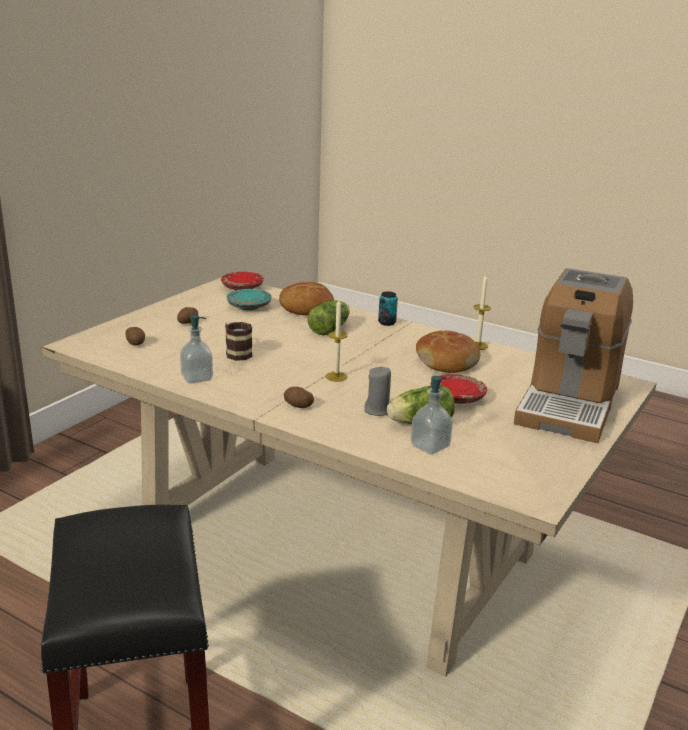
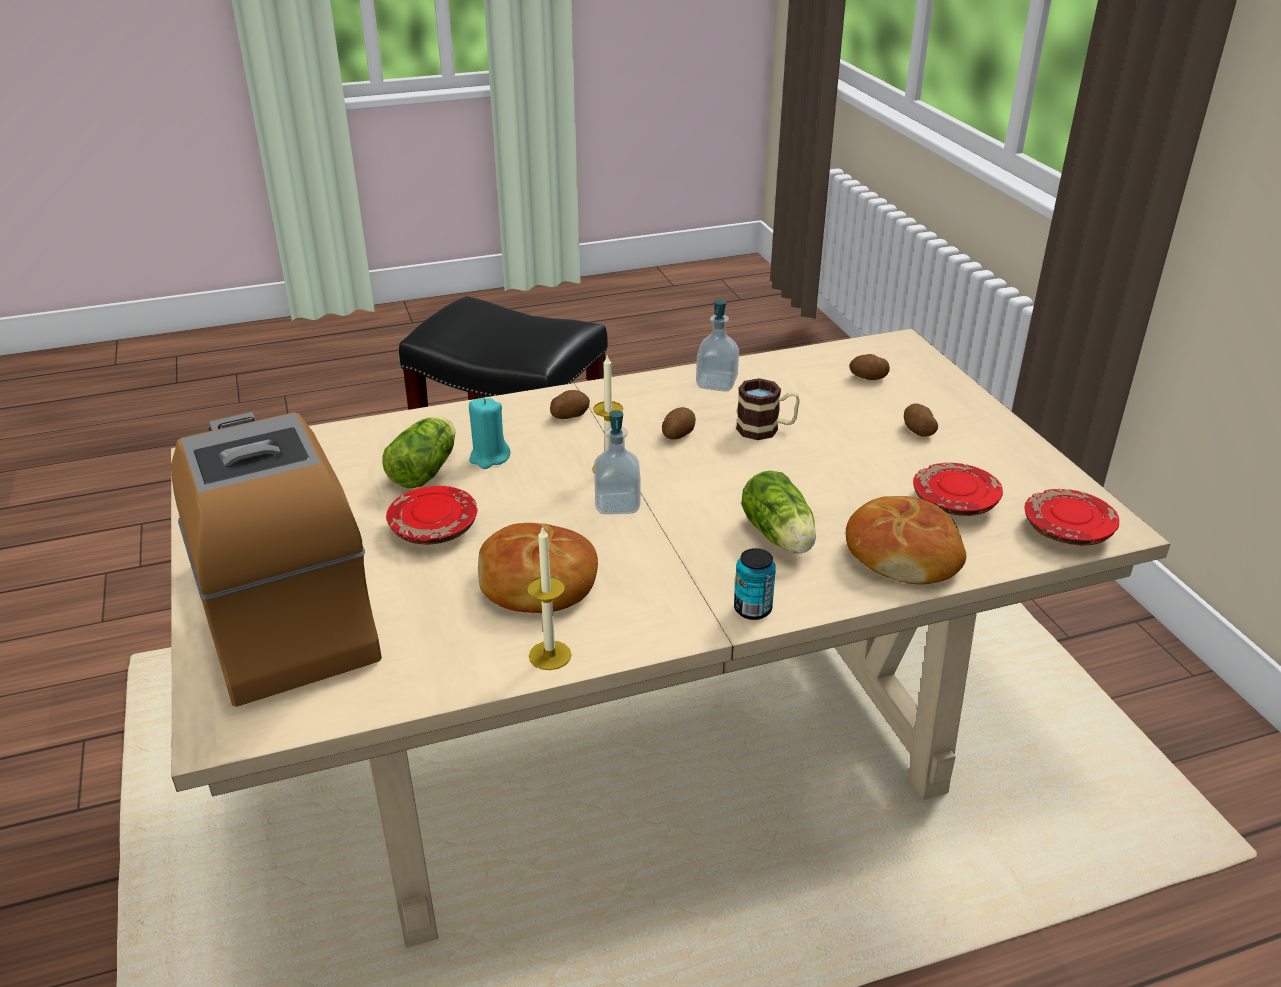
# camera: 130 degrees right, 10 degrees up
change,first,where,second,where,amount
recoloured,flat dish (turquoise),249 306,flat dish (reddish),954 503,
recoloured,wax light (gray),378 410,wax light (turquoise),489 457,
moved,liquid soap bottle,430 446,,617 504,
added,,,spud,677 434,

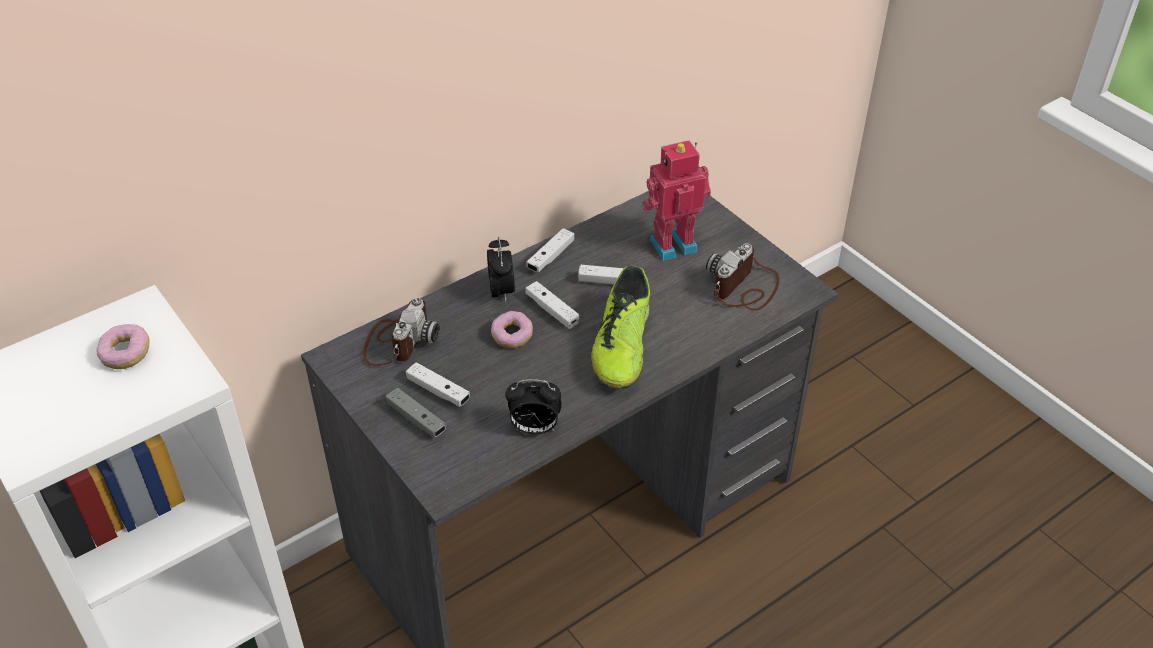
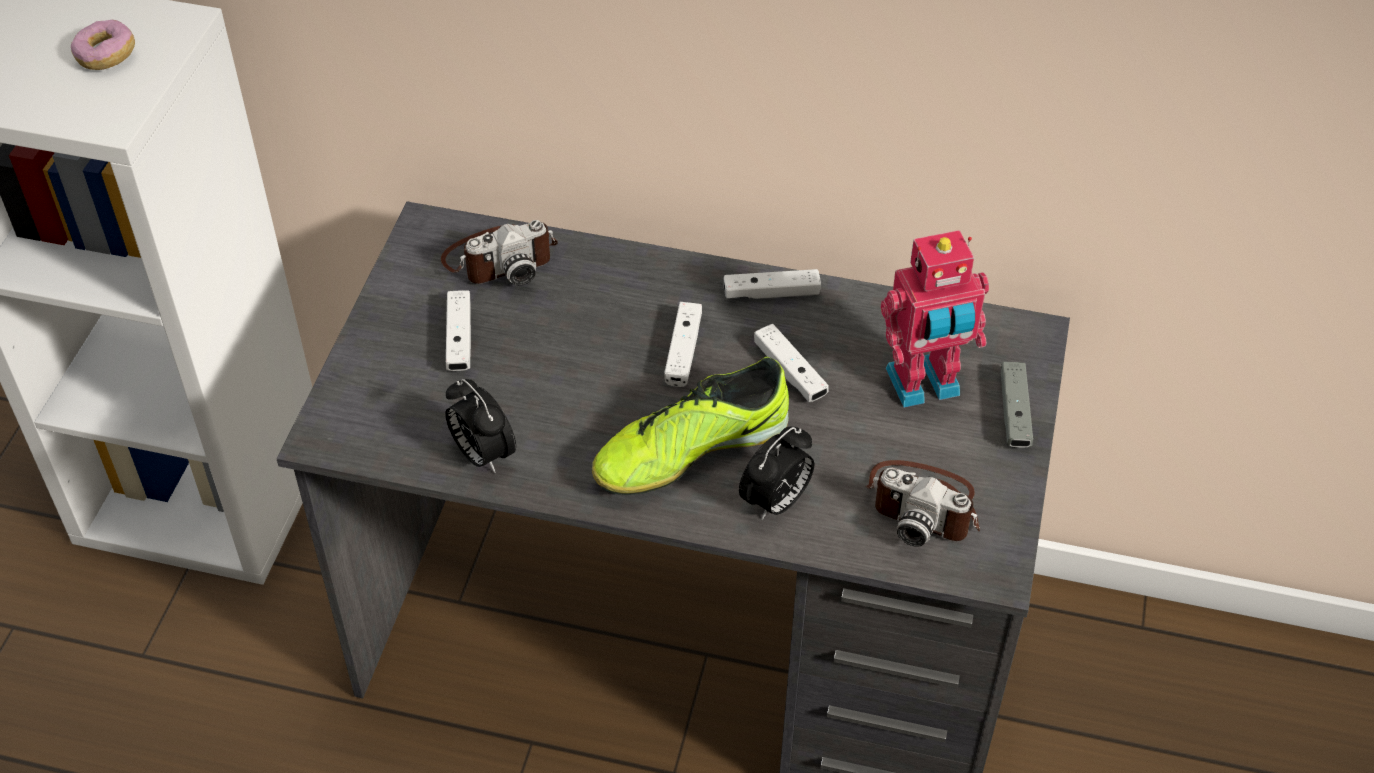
# camera: 50 degrees right, 5 degrees up
change,first,where,second,where,amount
turned,model robot,672 243,,924 386,135 degrees clockwise
moved,bedside clock,502 292,,776 502,
turned,still camera,744 288,,924 505,150 degrees counterclockwise
removed,doughnut,512 336,,,
moved,game controller (gray),416 419,,1014 413,

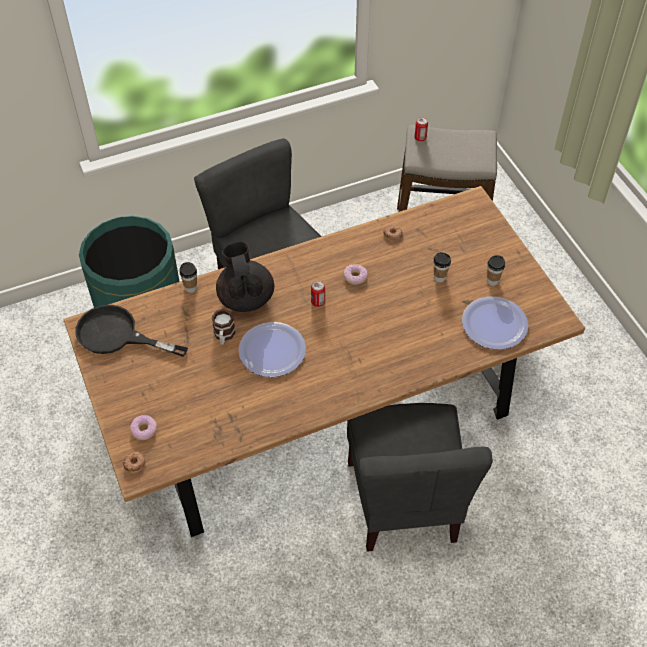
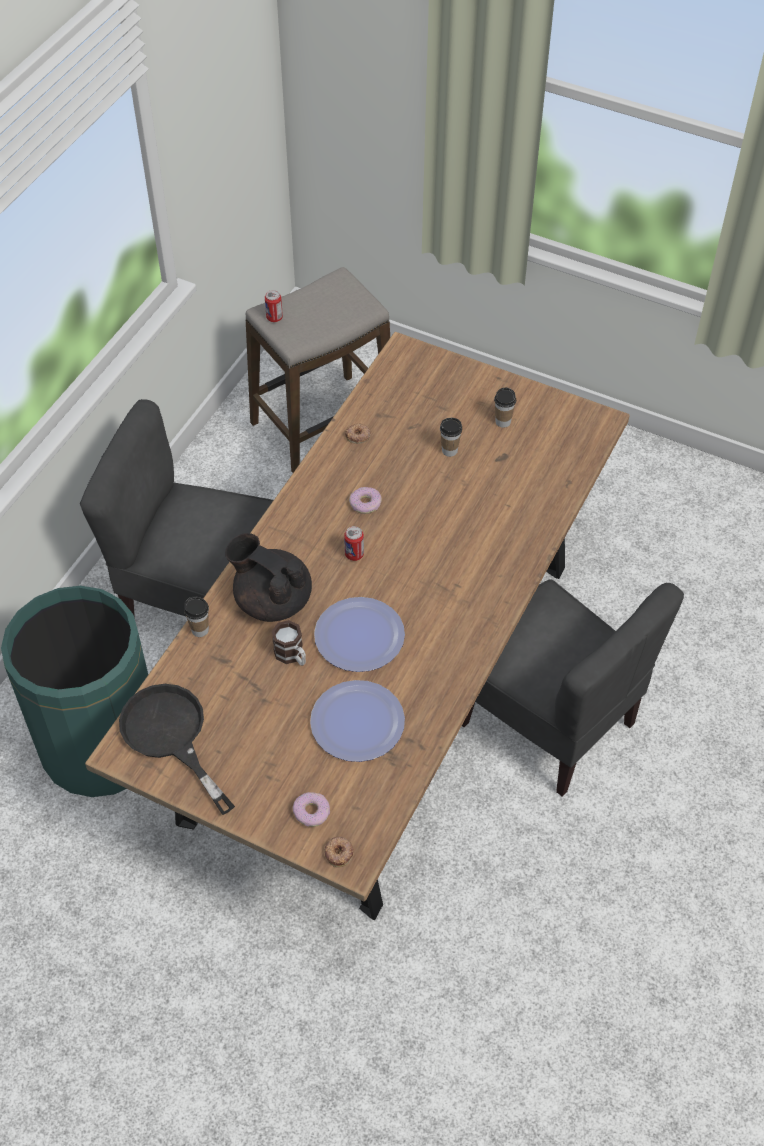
# camera: 40 degrees left, 0 degrees up
change,first,where,second,where,amount
moved,flat dish,494 324,,357 722,
turned,pan (black),117 335,,171 736,75 degrees clockwise

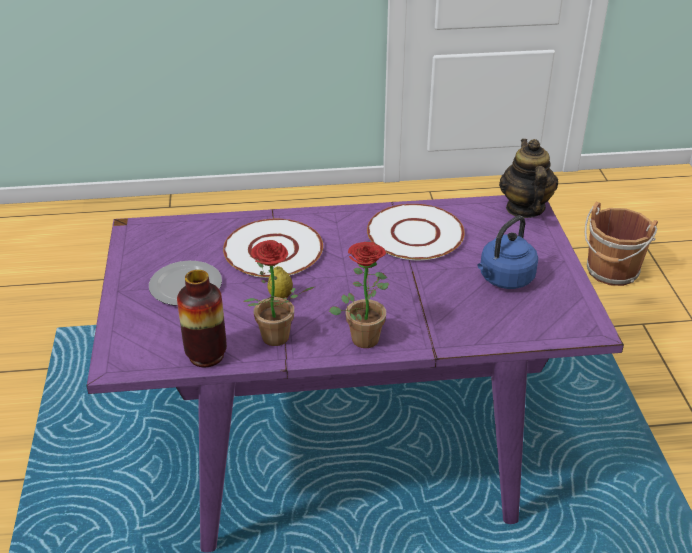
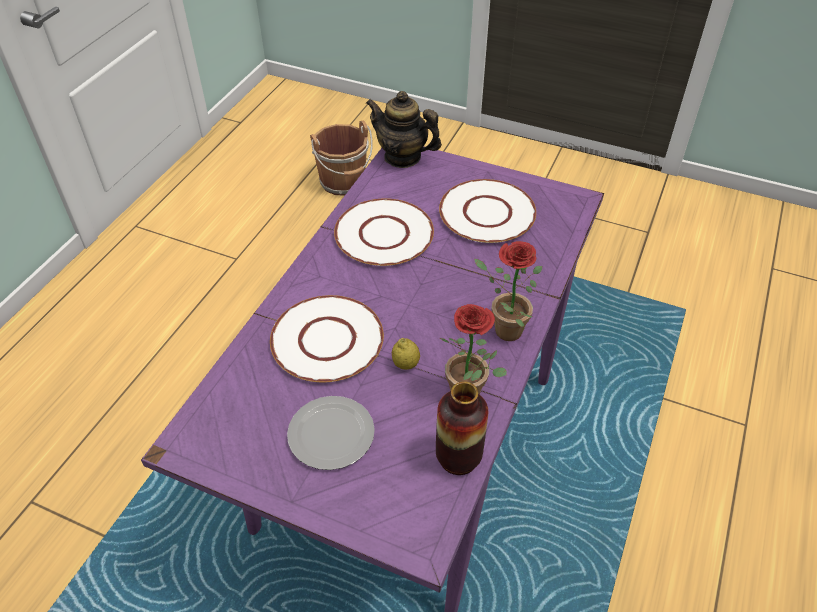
# camera: 60 degrees left, 10 degrees up
change,first,where,second,where,amount
replaced,kettle (blue),504 279,flat dish (whitish),487 213,

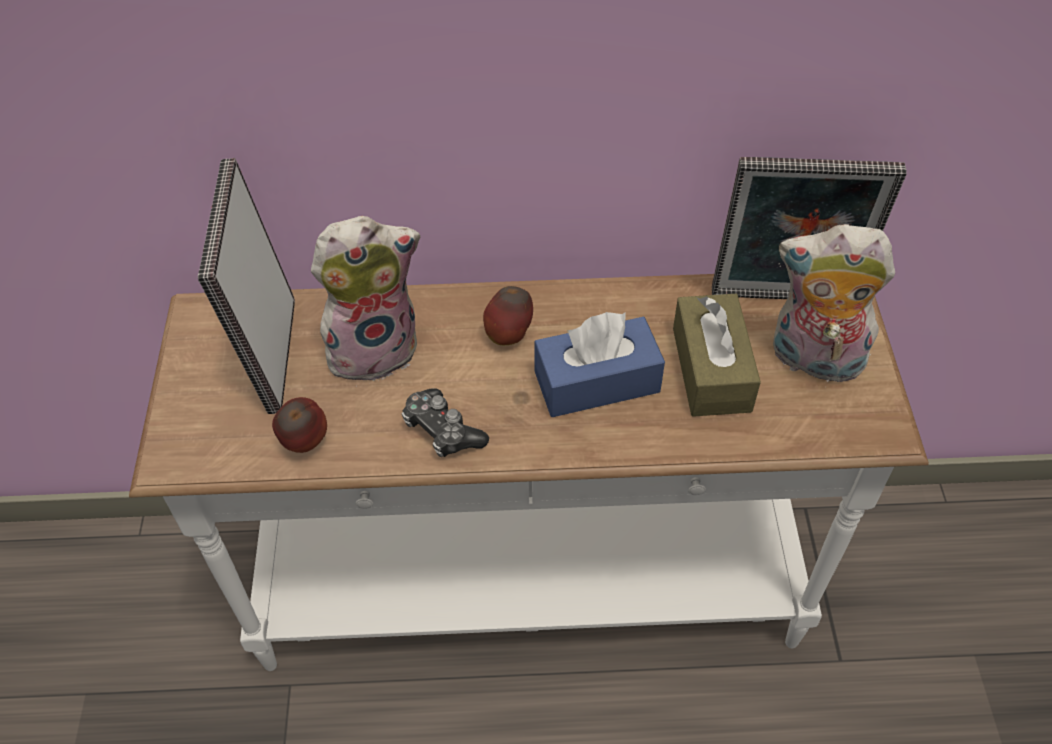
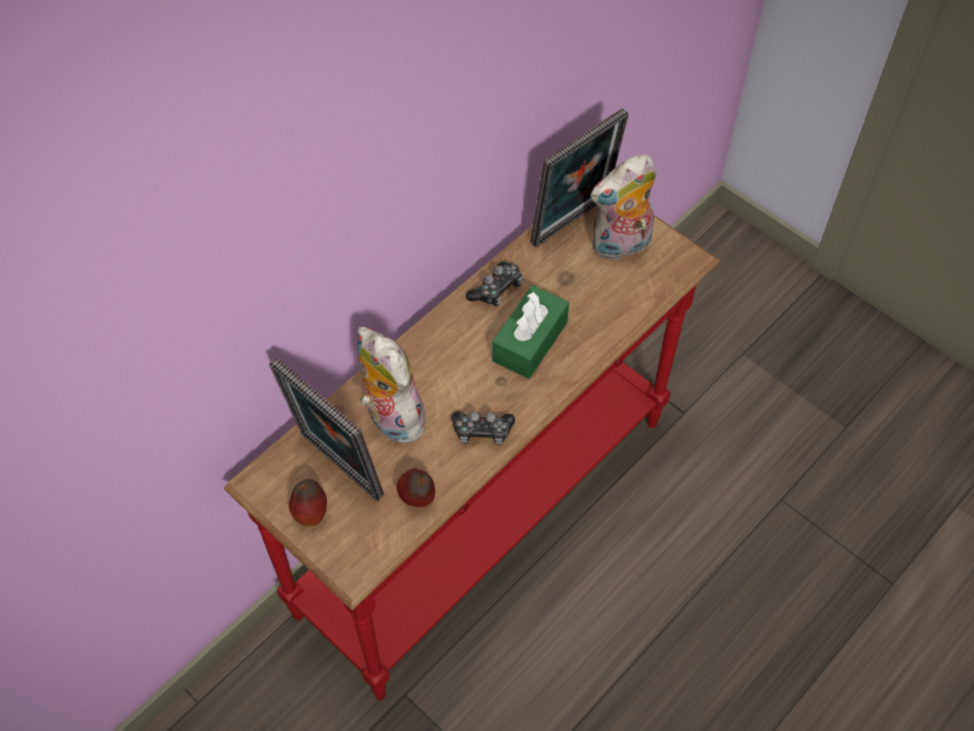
# camera: 45 degrees left, 5 degrees up
change,first,where,second,where,amount
turned,plush toy,374 348,,390 417,60 degrees counterclockwise
recoloured,console table (whitish),529 592,console table (reddish),486 518,
moved,whole apple,509 335,,311 513,
removed,tissue box (brown),711 369,,,
recoloured,tissue box (blue),597 382,tissue box (green-coloured),530 341,
added,,,game controller,496 289,

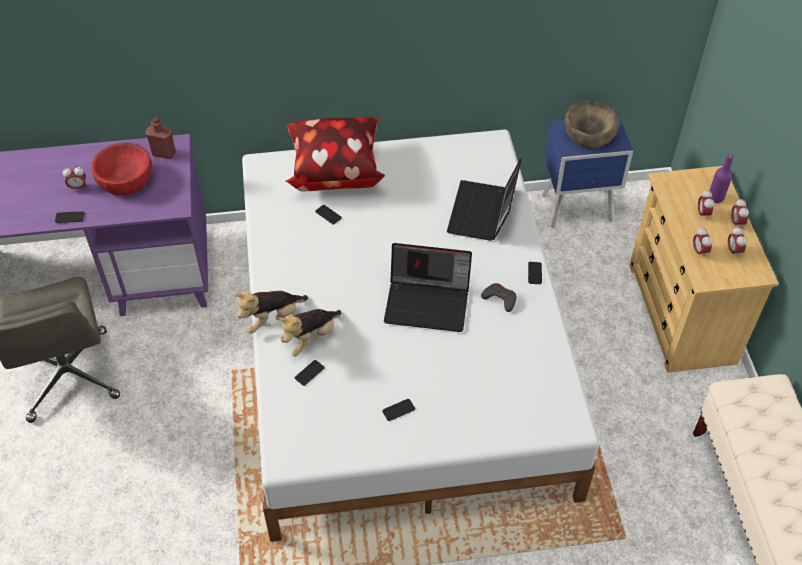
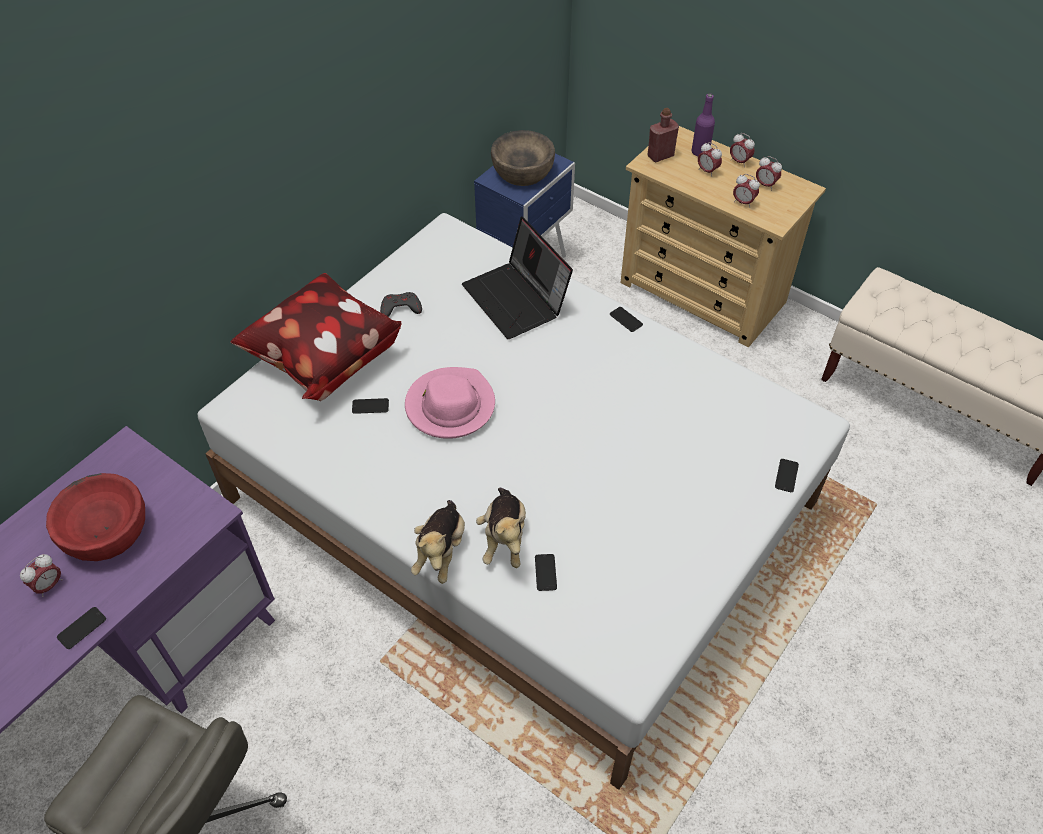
# camera: 45 degrees left, 0 degrees up
change,first,where,second,where,amount
moved,drink bottle (reddish),164 153,,660 156,
removed,notebook computer,428 302,,,
moved,game controller (gray),500 299,,400 308,
moved,handset,398 410,,786 476,
added,,,clothing hat (pinkish),450 406,

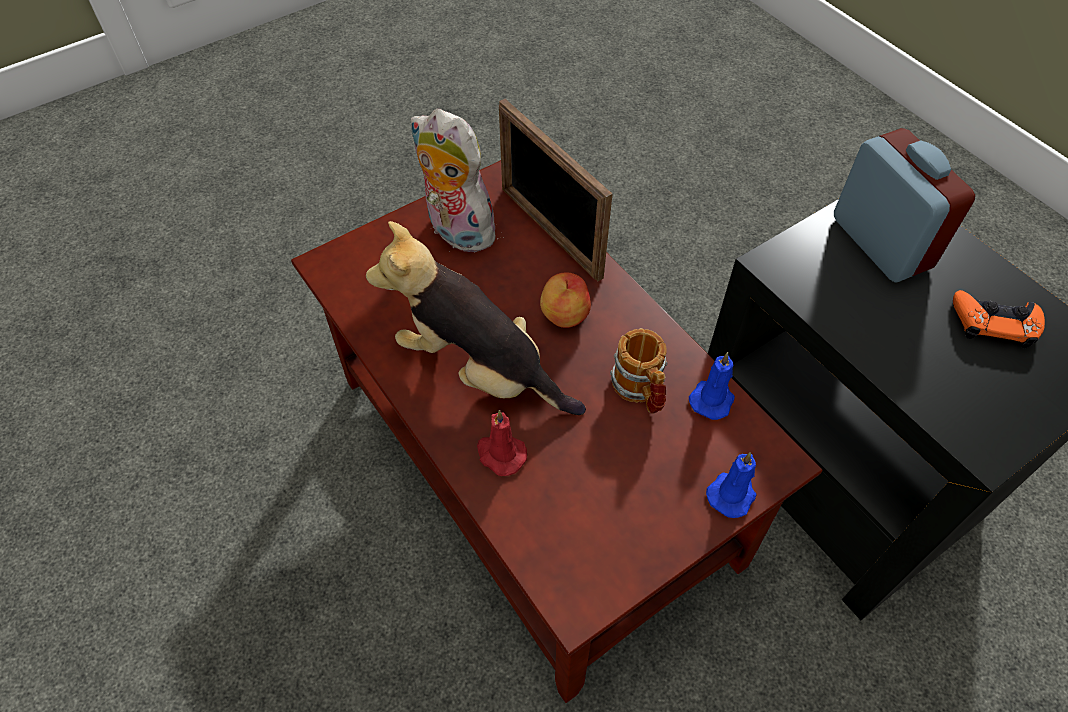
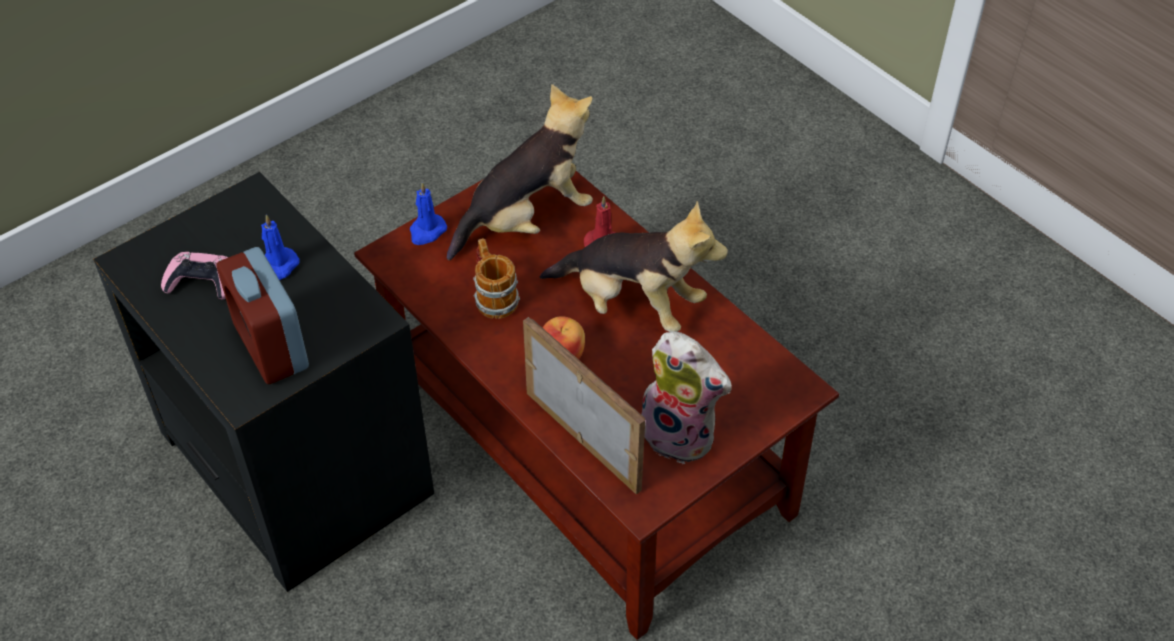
# camera: 175 degrees right, 5 degrees down
change,first,where,second,where,amount
recoloured,game controller (orange-coloured),994 323,game controller (pinkish),201 281,
moved,wax light (blue),712 398,,277 267,
added,,,plush toy,527 219,

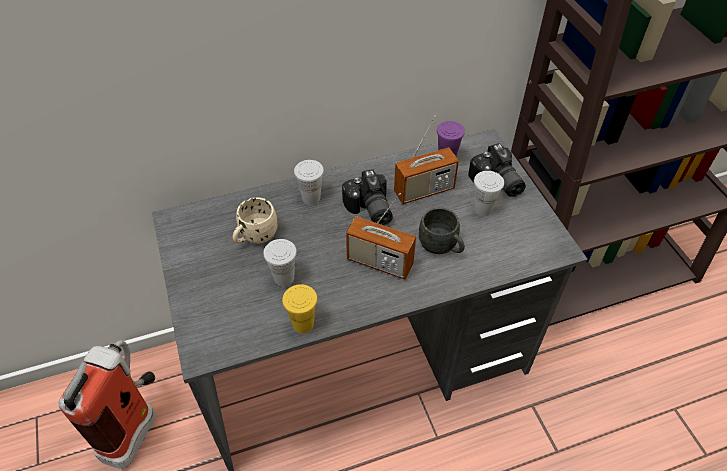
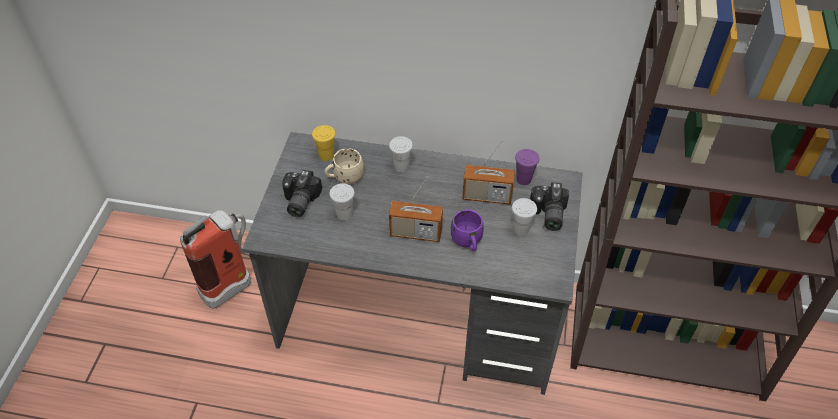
# camera: 30 degrees right, 0 degrees up
change,first,where,second,where,amount
moved,still camera,369 210,,298 201,
turned,radio,380 262,,416 233,45 degrees counterclockwise
recoloured,coffee mug (gray),441 247,coffee mug (purple),467 242,
moved,cup (yellow),303 324,,326 155,

